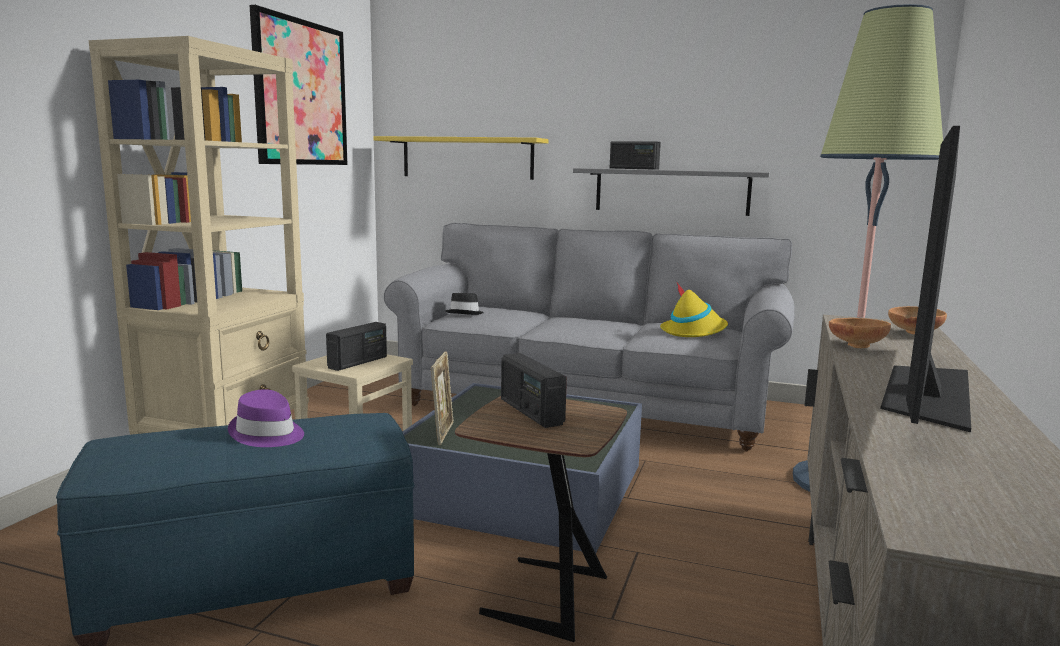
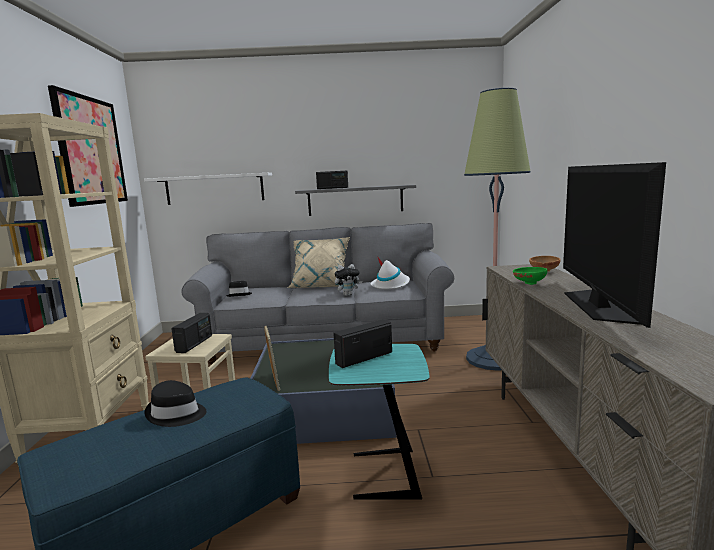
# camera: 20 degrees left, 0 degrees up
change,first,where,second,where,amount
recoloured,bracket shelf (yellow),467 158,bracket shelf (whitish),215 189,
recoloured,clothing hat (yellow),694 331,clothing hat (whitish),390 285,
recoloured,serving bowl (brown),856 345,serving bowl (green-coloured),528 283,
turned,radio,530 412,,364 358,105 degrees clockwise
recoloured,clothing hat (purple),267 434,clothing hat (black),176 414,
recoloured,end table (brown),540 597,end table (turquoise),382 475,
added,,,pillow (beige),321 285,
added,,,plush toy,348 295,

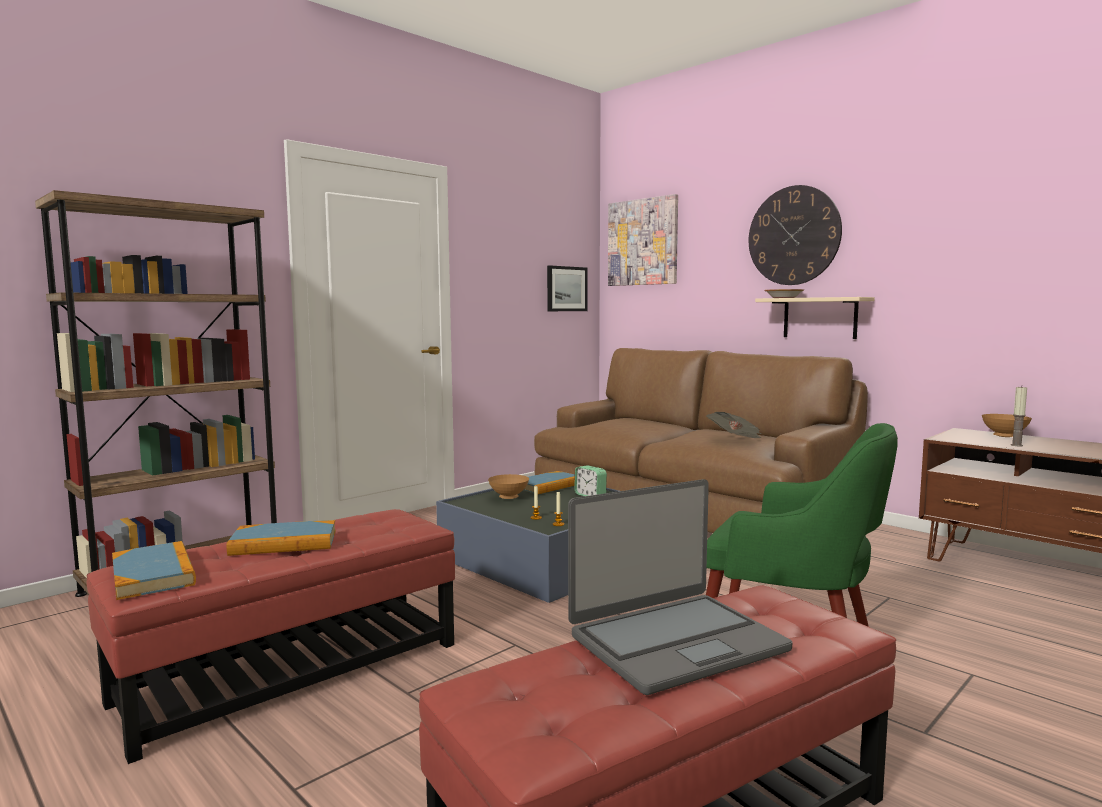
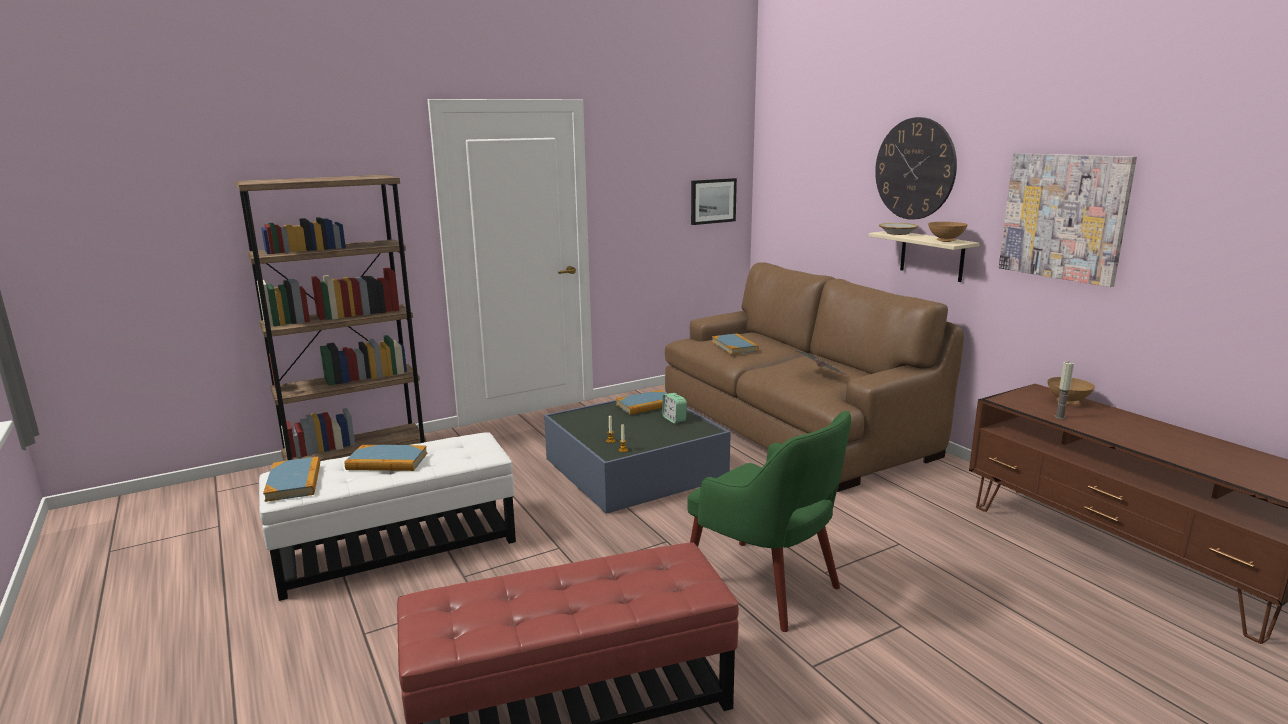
# camera: 15 degrees right, 10 degrees up
change,first,where,second,where,amount
moved,wall picture,643 242,,1064 216,
moved,serving bowl (brown),509 498,,946 241,
removed,notebook computer,676 642,,,
recoloured,ottoman (reddish),291 672,ottoman (whitish),397 548,
added,,,book,734 346,

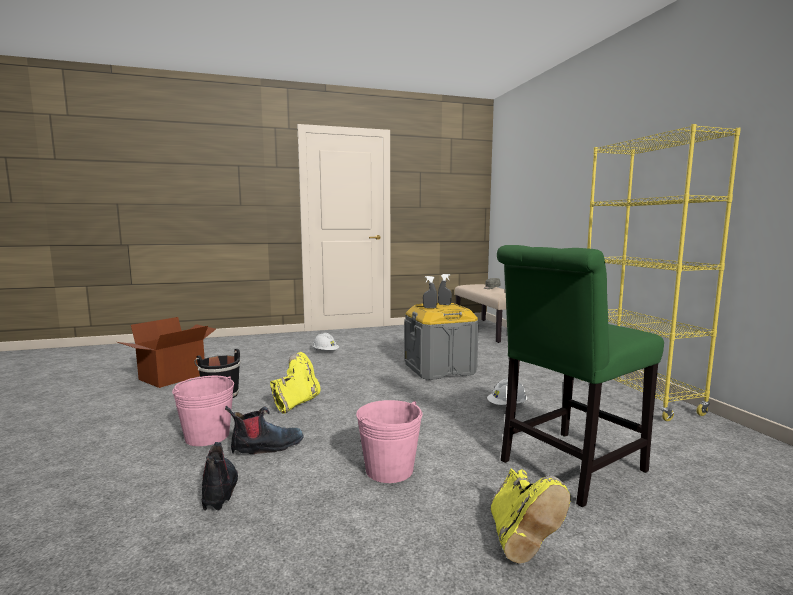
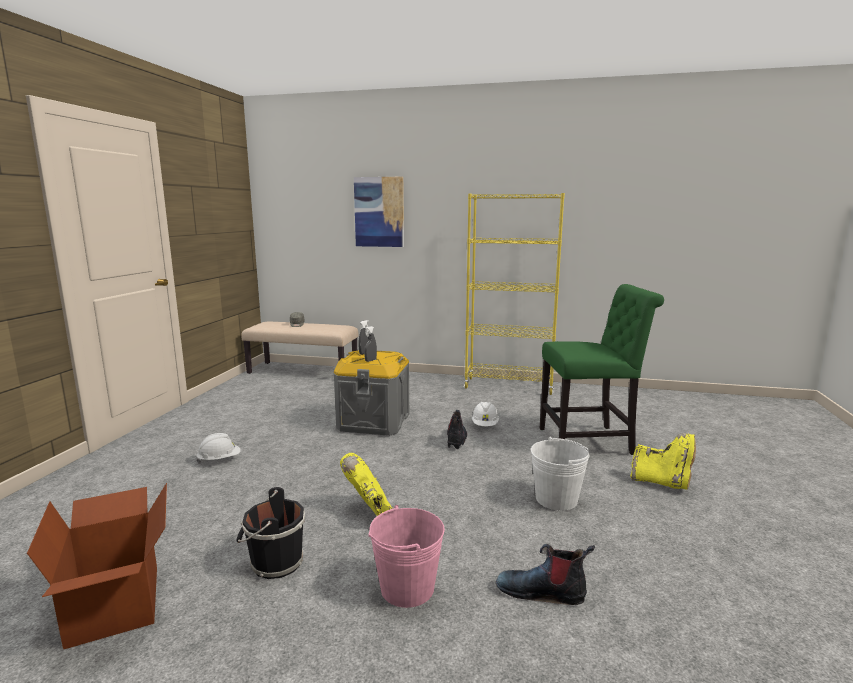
# camera: 60 degrees left, 5 degrees up
change,first,where,second,where,amount
turned,chair (green-coloured),566 468,,590 441,90 degrees counterclockwise
recoloured,pail (pinkish),389 469,pail (whitish),556 499,
moved,boot,267 447,,456 439,
added,,,wall picture,379 212,

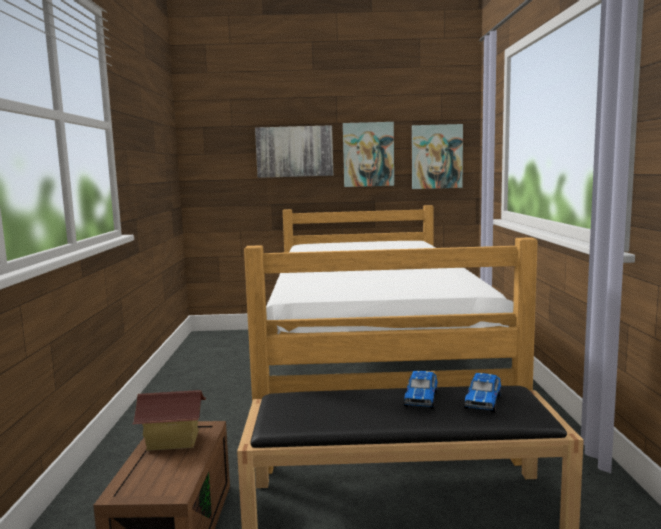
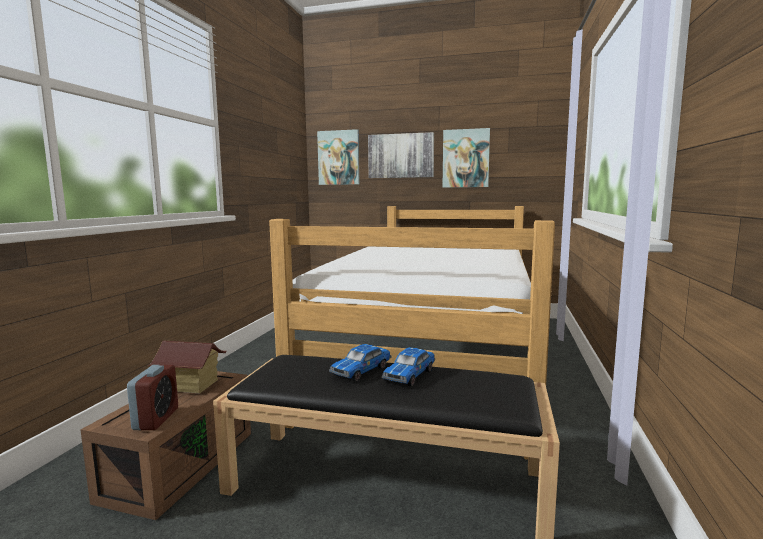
# camera: 15 degrees right, 0 degrees up
change,first,where,second,where,amount
moved,wall picture,436 156,,339 158,
moved,miniature car,483 401,,361 370,
added,,,bedside clock,156 419,

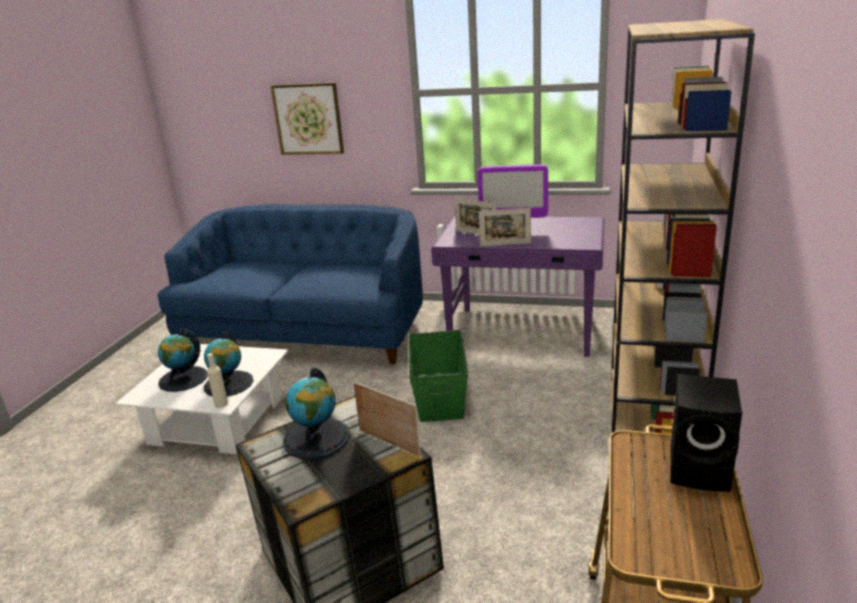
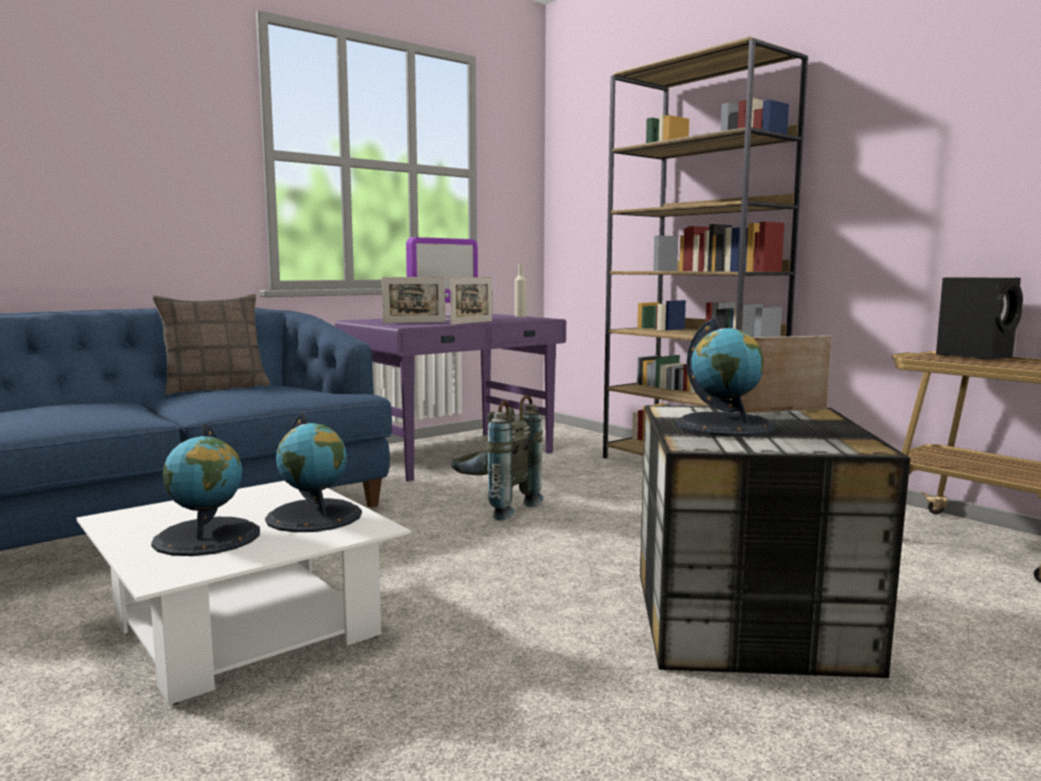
# camera: 55 degrees left, 15 degrees down
change,first,where,second,where,amount
removed,wall picture,308 119,,,
replaced,storage bin (green-coloured),439 395,knapsack (gray),493 507,
moved,drink bottle (beige),221 404,,520 316,
added,,,pillow,215 388,

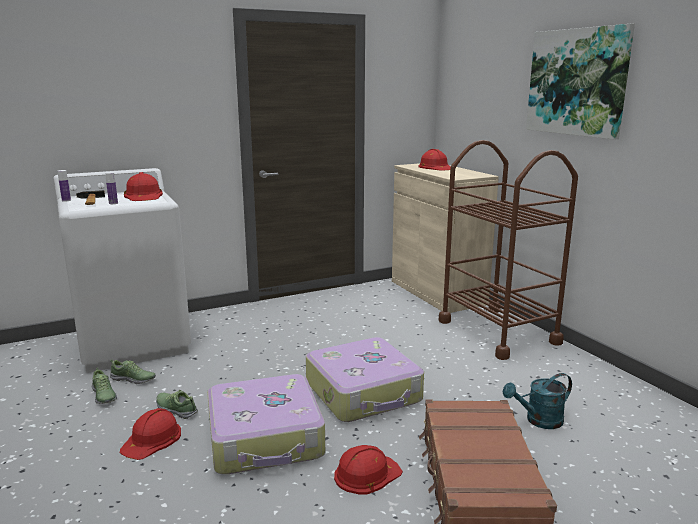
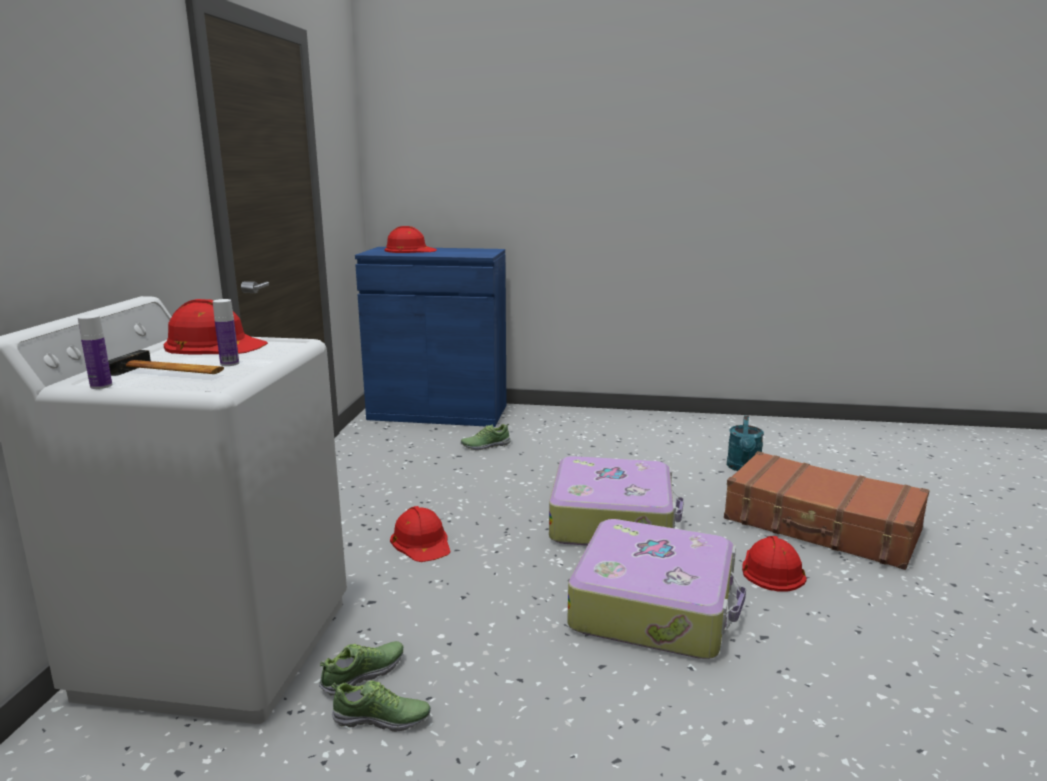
# camera: 55 degrees left, 0 degrees up
change,first,where,second,where,amount
removed,wall picture,577 82,,,
removed,wheeled cart (brown),498 332,,,
recoloured,cabinet (beige),437 292,cabinet (blue),438 412,
moved,item of footwear,176 409,,485 445,
moved,work helmet (reddish),152 439,,421 541,

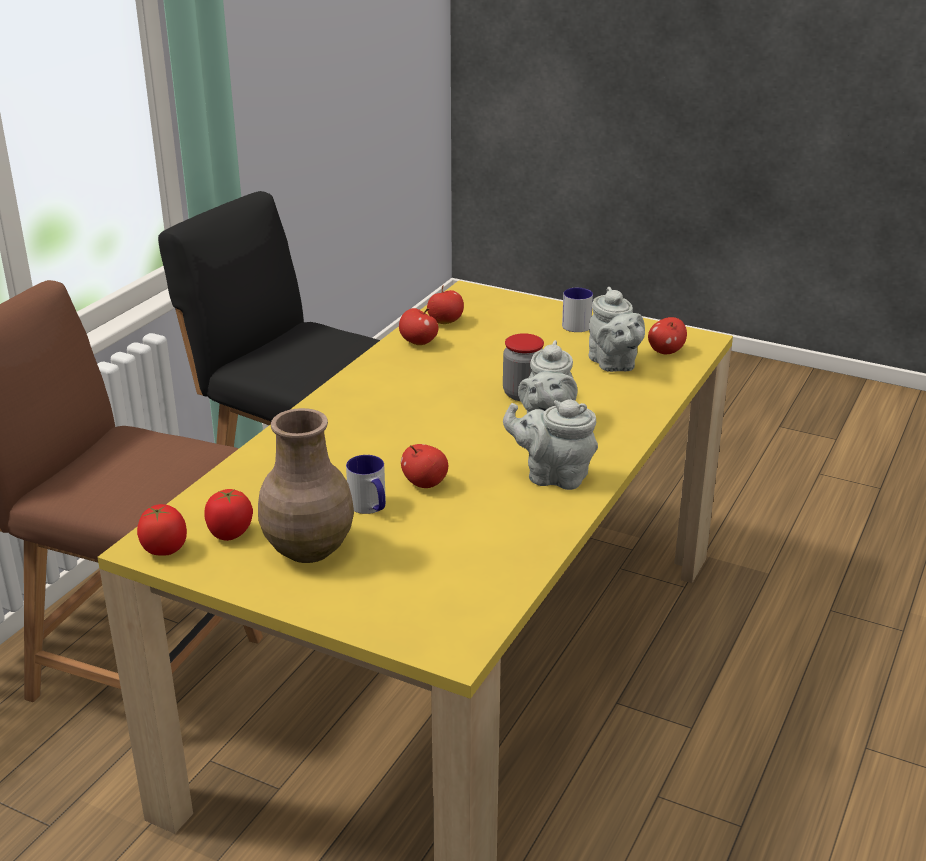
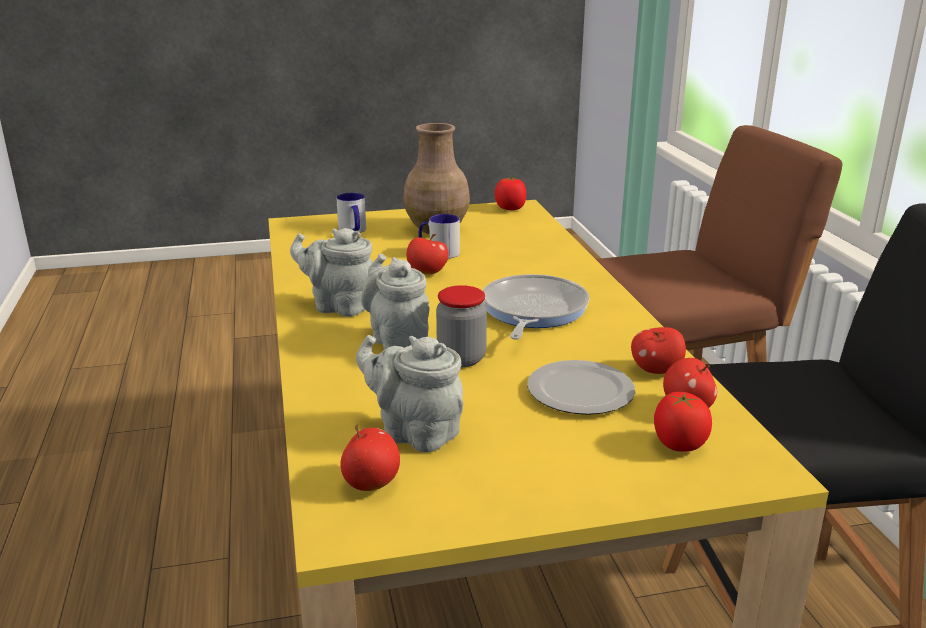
# camera: 140 degrees right, 5 degrees down
change,first,where,second,where,amount
moved,coffee mug,578 323,,353 231,
turned,pot for tea (gray),553 476,,339 306,135 degrees counterclockwise
moved,whole tomato,230 533,,678 445,
added,,,pan,532 311,
added,,,flat dish,579 391,

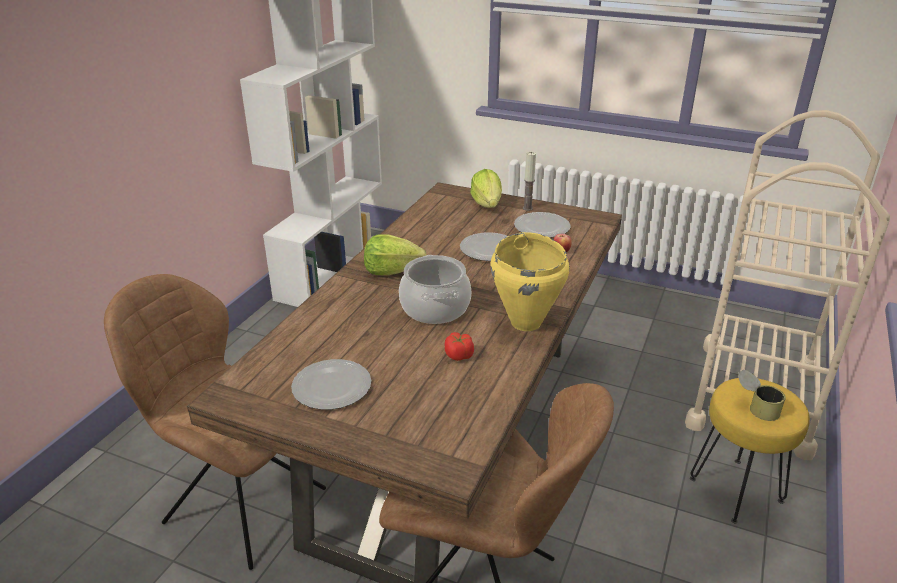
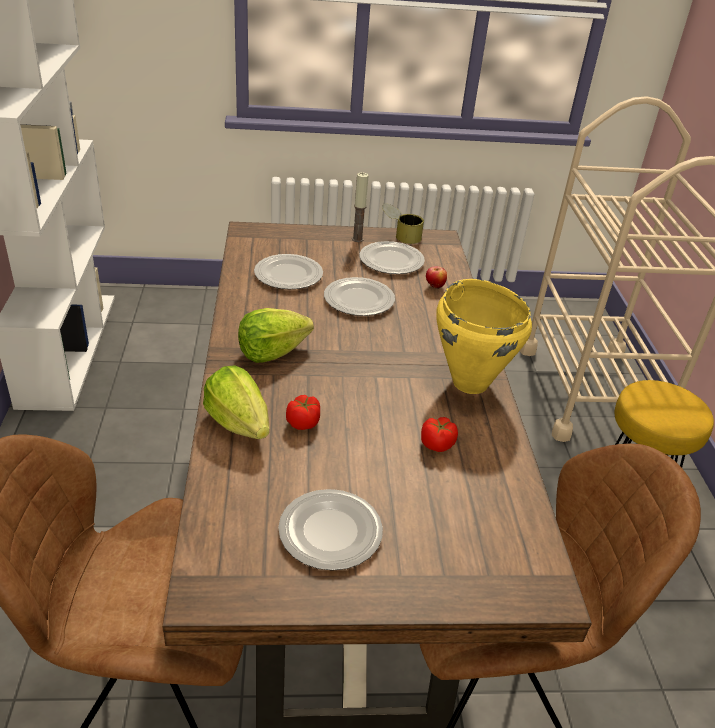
# camera: 30 degrees left, 5 degrees up
change,first,where,second,where,amount
moved,head of lettuce,487 204,,239 423,
removed,stockpot,435 308,,,
moved,can,755 407,,400 236,
added,,,flat dish,287 274,
added,,,whole tomato,303 423,

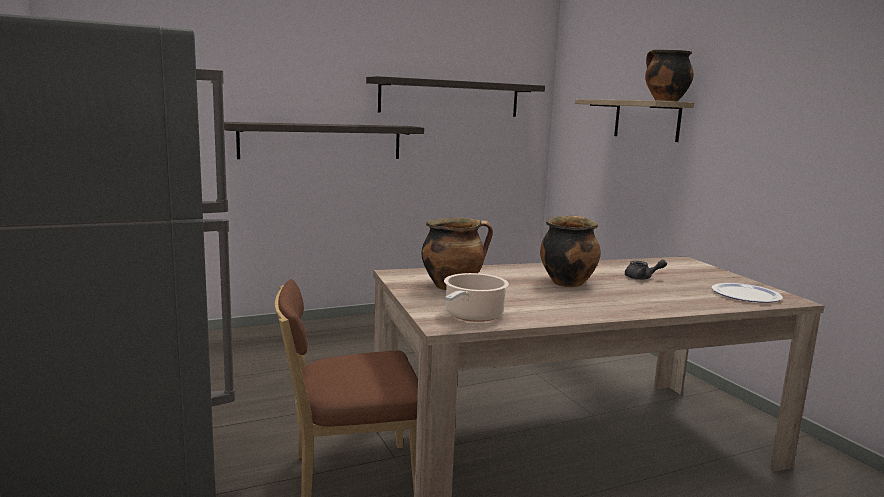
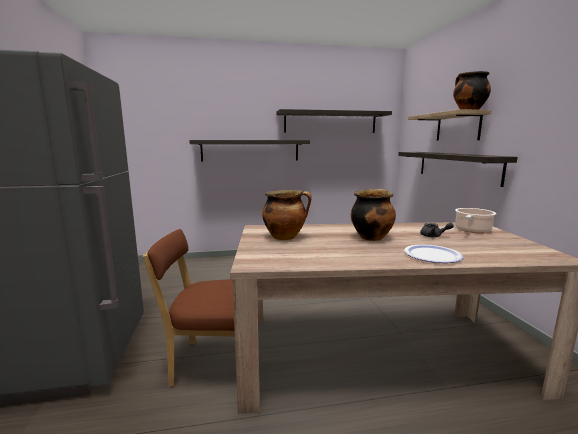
# camera: 15 degrees right, 0 degrees up
change,first,where,second,where,amount
moved,stockpot,472 316,,472 230,
moved,flat dish,745 295,,432 255,
added,,,bracket shelf,456 166,

